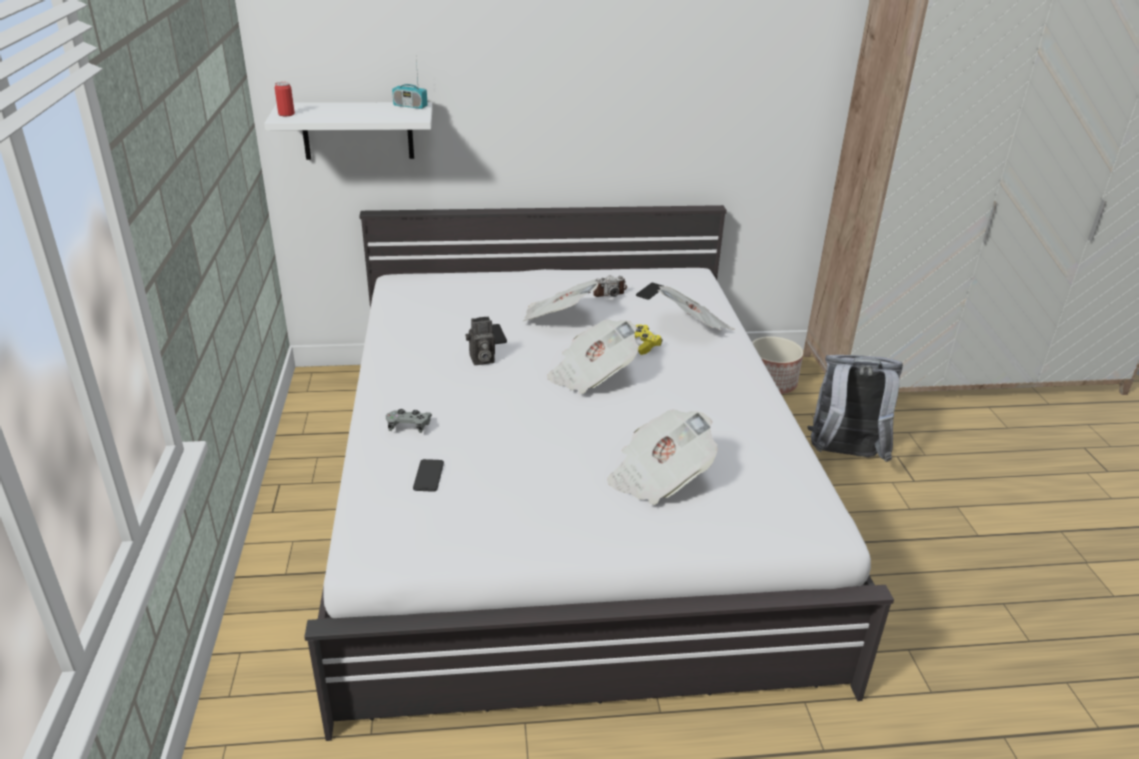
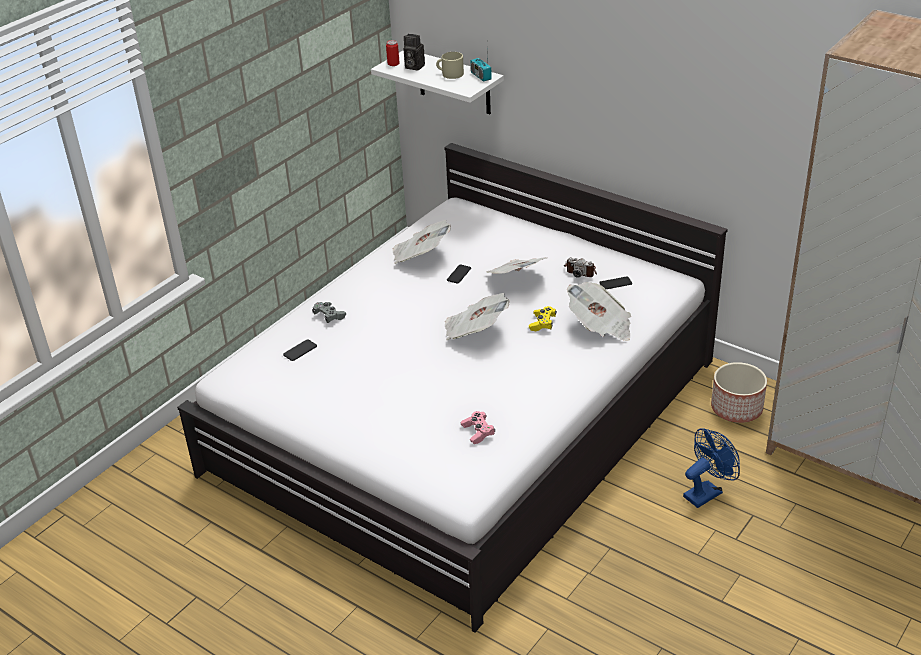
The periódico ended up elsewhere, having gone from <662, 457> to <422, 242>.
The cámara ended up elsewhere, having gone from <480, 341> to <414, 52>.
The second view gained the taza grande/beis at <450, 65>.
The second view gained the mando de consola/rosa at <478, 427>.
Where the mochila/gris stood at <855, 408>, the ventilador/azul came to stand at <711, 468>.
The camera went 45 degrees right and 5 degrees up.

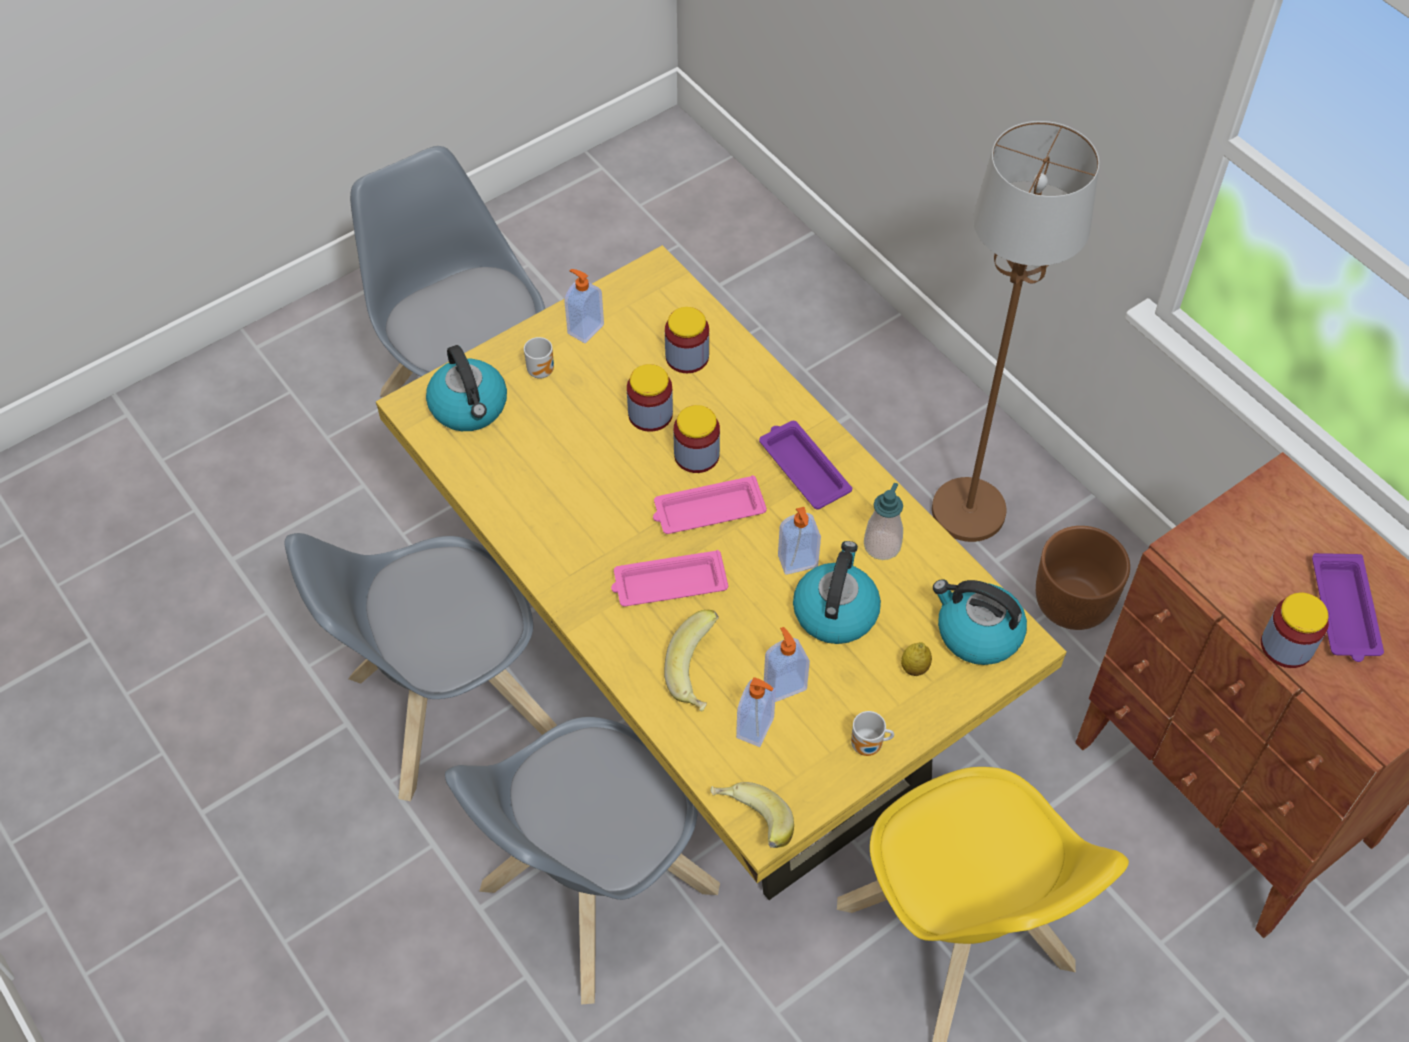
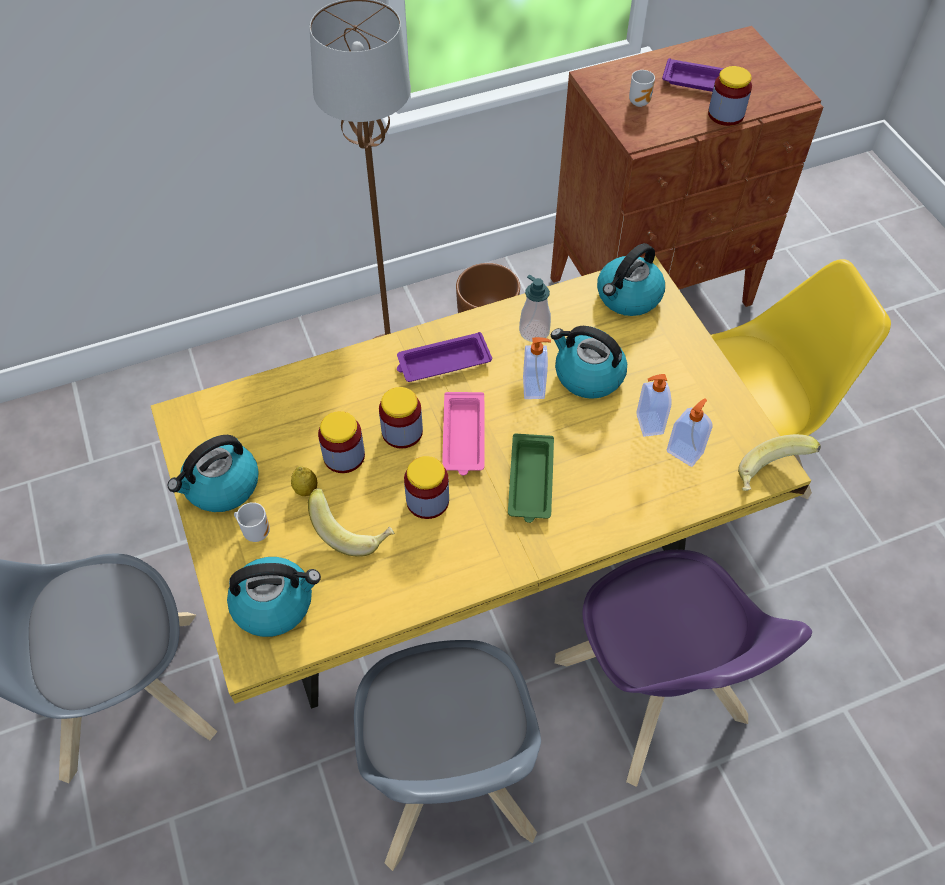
Where the dispensador de jabón stood at <584, 306>, the hervidor came to stand at <213, 473>.
The limón ended up elsewhere, having gone from <916, 659> to <304, 481>.
The plátano ended up elsewhere, having gone from <691, 660> to <351, 523>.
The tarro ended up elsewhere, having gone from <687, 340> to <426, 487>.
What was the bandeja/rosa at <669, 578> turned into the bandeja/verde at <531, 478>.
What was the silla/gris at <582, 861> turned into the silla/morado at <683, 668>.
The taza grande ended up elsewhere, having gone from <872, 733> to <642, 88>.
The camera went 75 degrees left and 0 degrees up.

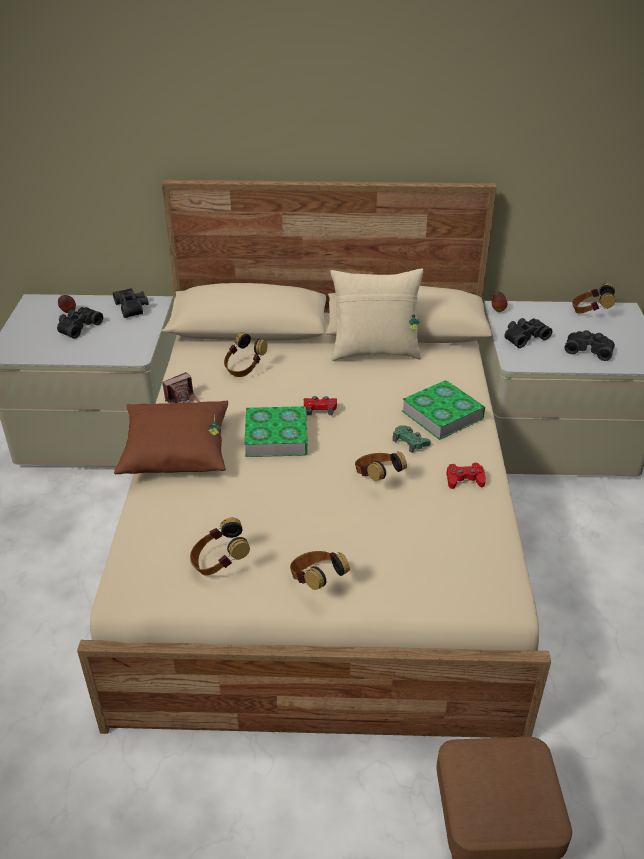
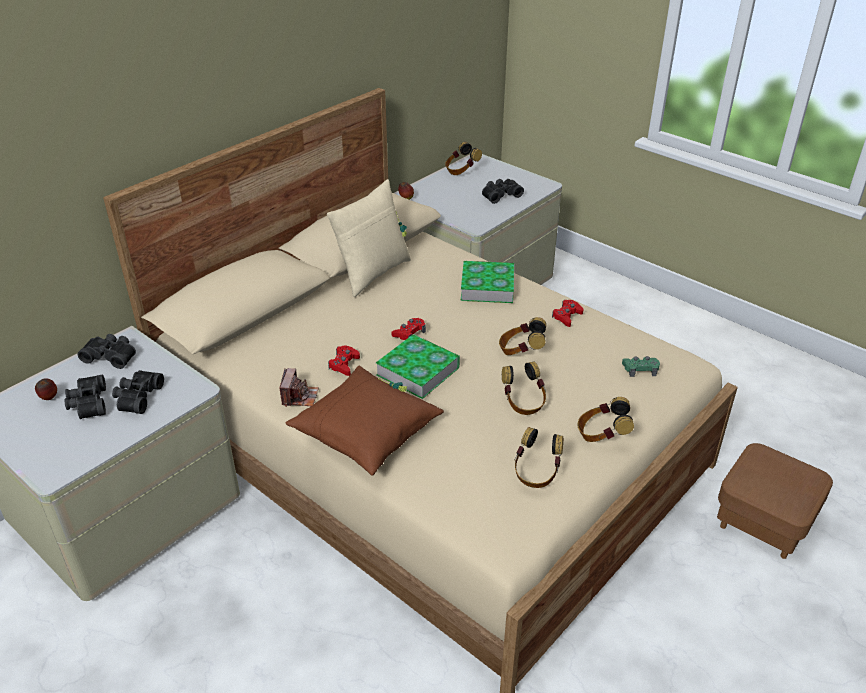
The prismáticos/negro ended up elsewhere, having gone from <528, 333> to <138, 392>.
The second view gained the mando de consola/rojo at <344, 361>.
The auriculares ended up elsewhere, having gone from <246, 354> to <524, 388>.
The mando de consola/verde ended up elsewhere, having gone from <412, 439> to <641, 366>.
The camera went 50 degrees left and 0 degrees up.

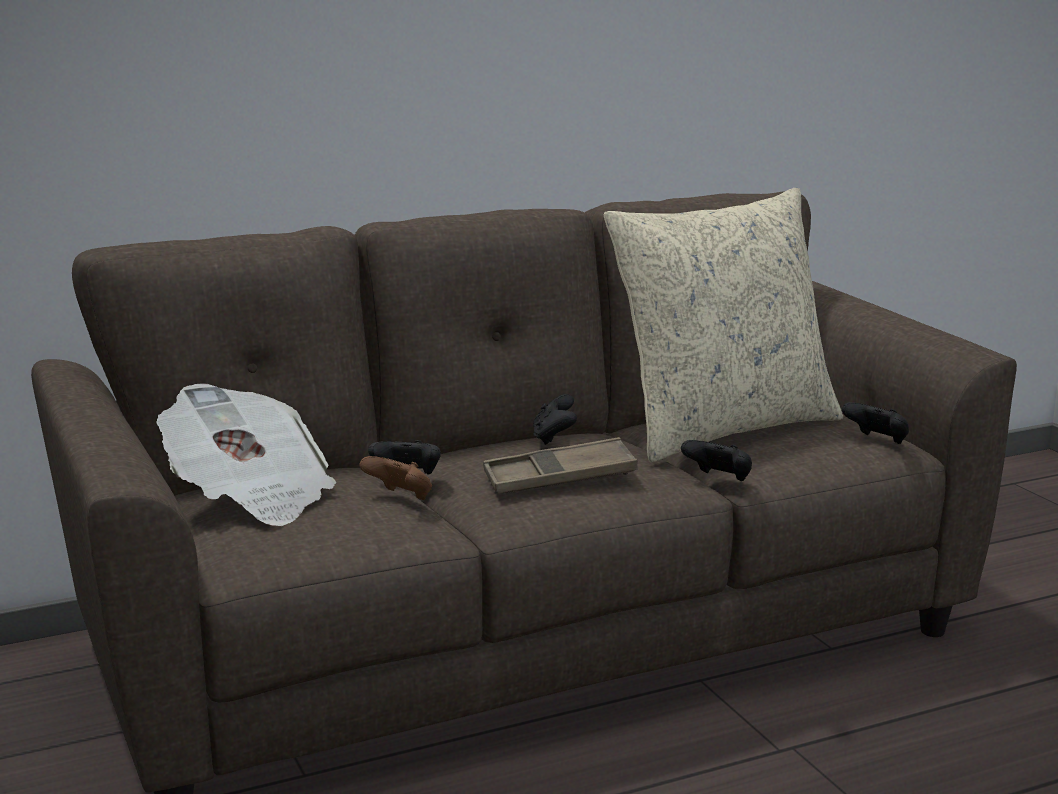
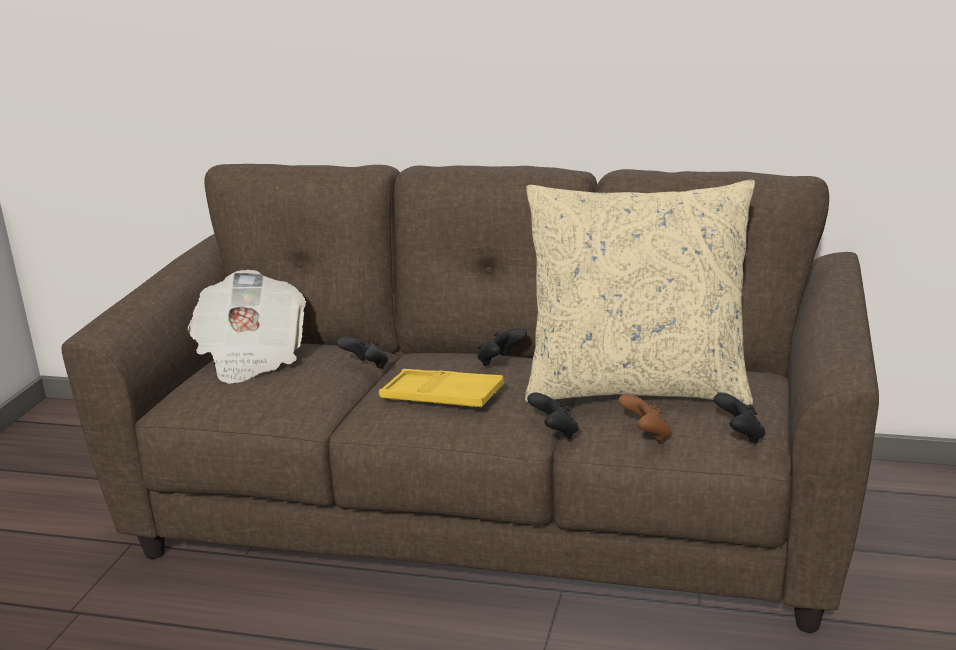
What was the bandeja/marrón at <560, 465> turned into the bandeja/amarillo at <441, 388>.
The mando de consola/marrón ended up elsewhere, having gone from <395, 478> to <644, 418>.
The camera went 40 degrees right and 5 degrees up.

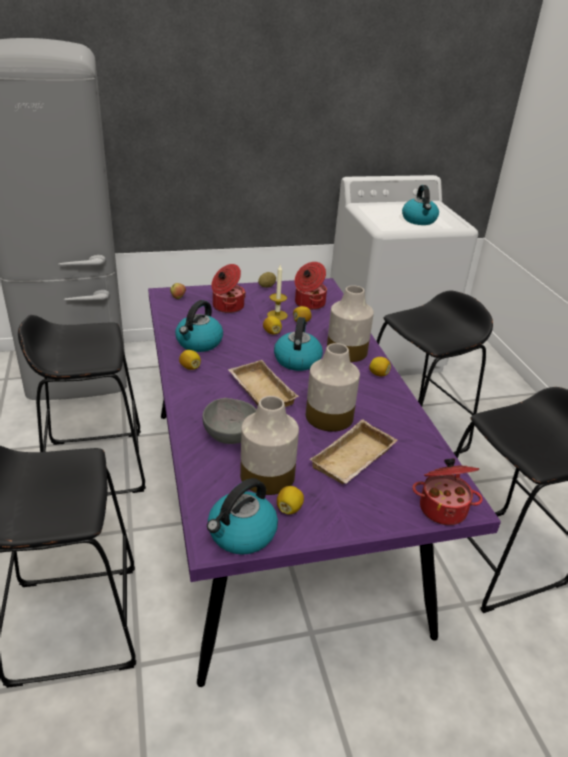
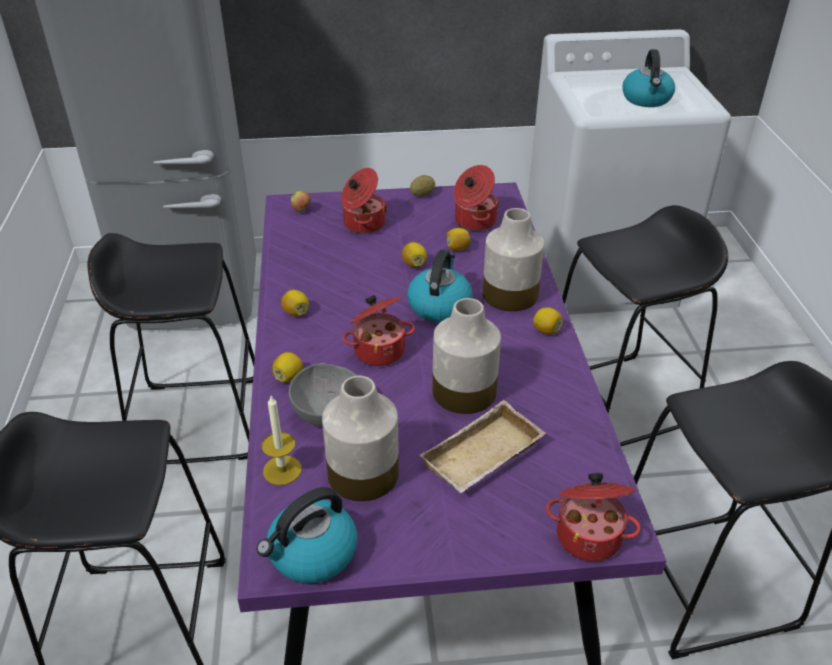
The vela ended up elsewhere, having gone from <277, 292> to <282, 440>.
The limón ended up elsewhere, having gone from <290, 500> to <287, 367>.
Where the bandeja/beis stood at <263, 383>, the olla came to stand at <378, 330>.
The second view lost the hervidor at <199, 326>.
The camera went 10 degrees right and 5 degrees up.

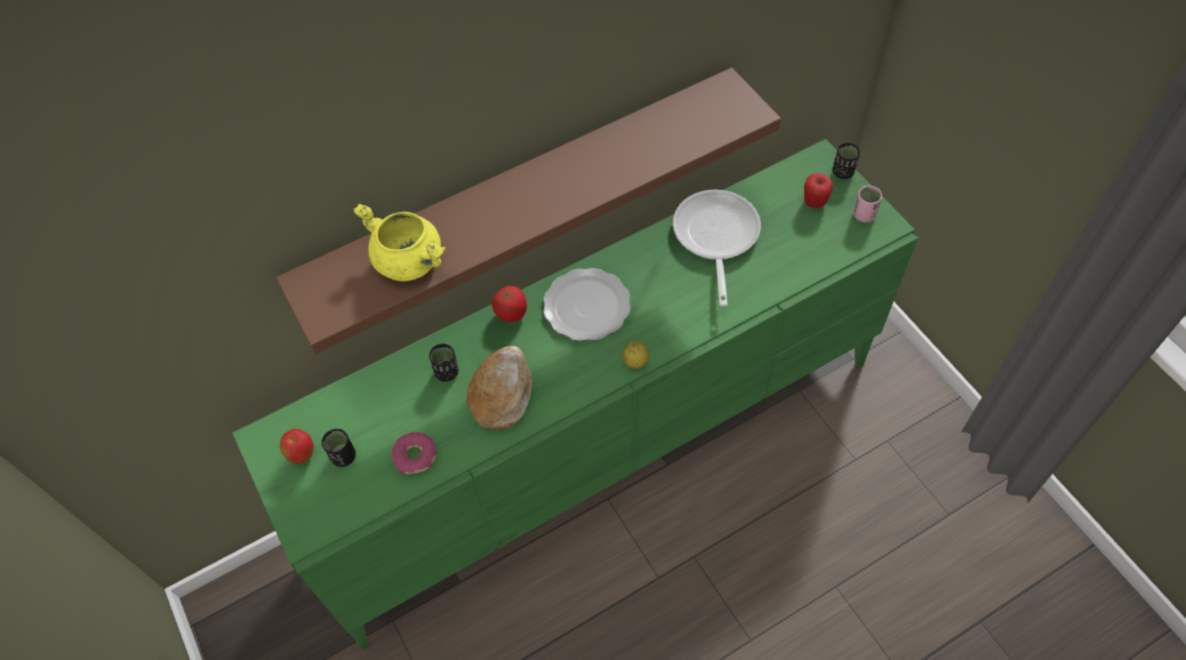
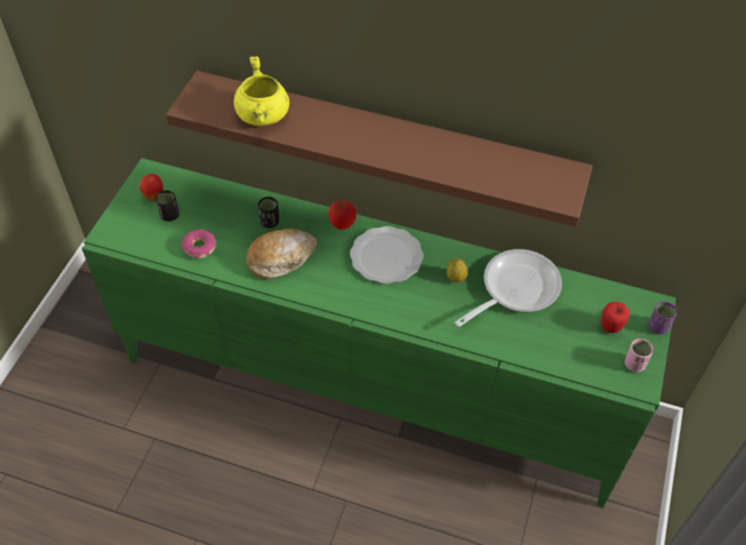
The limón ended up elsewhere, having gone from <635, 355> to <457, 270>.
What was the taza/negro at <846, 160> turned into the taza/morado at <662, 317>.
The camera went 45 degrees right and 5 degrees down.

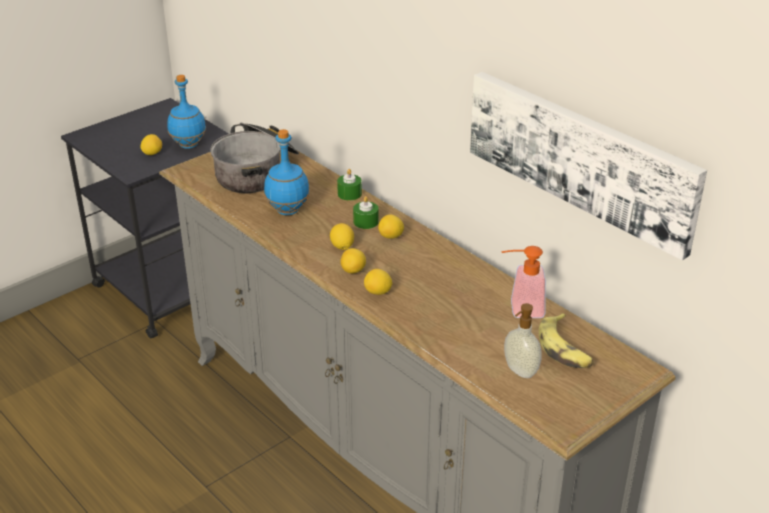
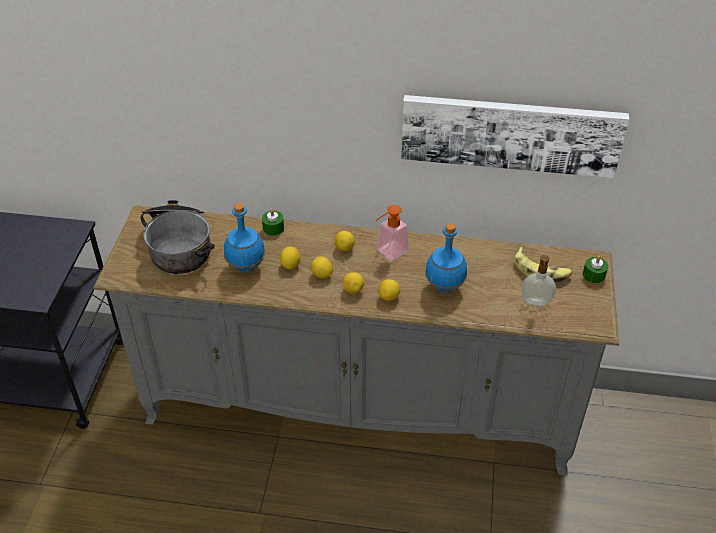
The limón ended up elsewhere, having gone from <151, 144> to <290, 258>.
The dispensador de jabón ended up elsewhere, having gone from <523, 282> to <392, 233>.
The botella/azul ended up elsewhere, having gone from <186, 112> to <446, 258>.
The vela/verde ended up elsewhere, having gone from <366, 212> to <595, 269>.
The camera went 40 degrees left and 10 degrees up.

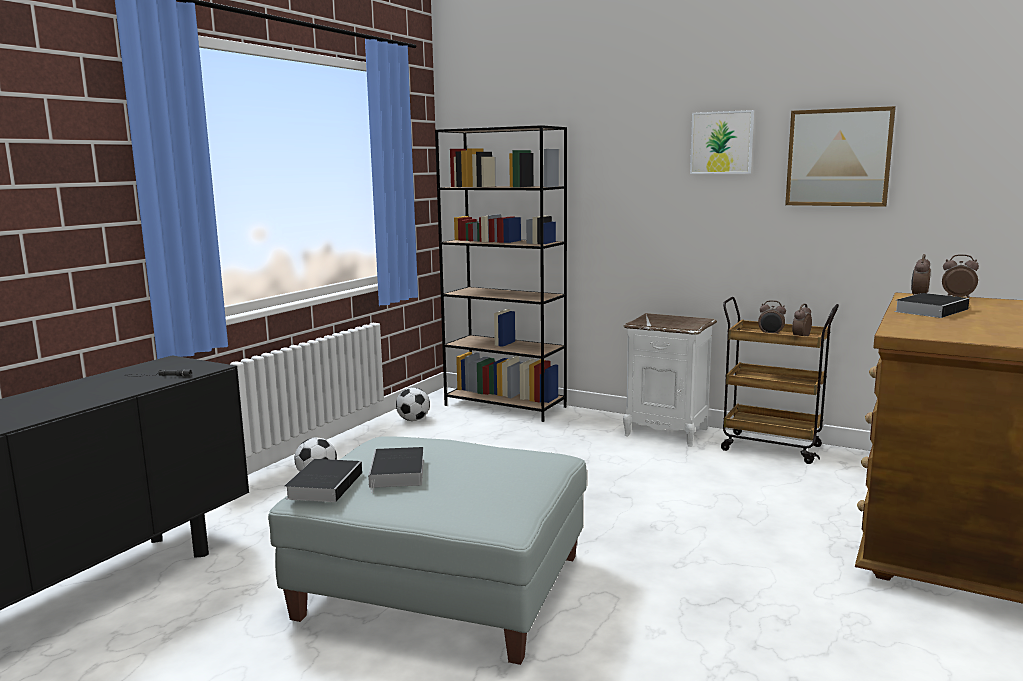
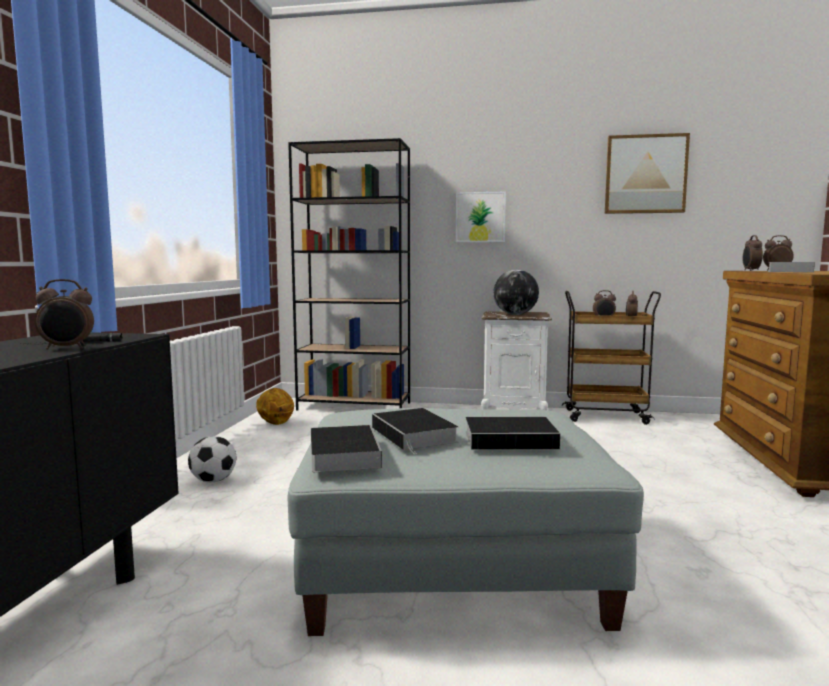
The second view gained the despertador at <64, 314>.
Where the balón de fútbol stood at <413, 404>, the balón de baloncesto came to stand at <275, 406>.
The cuadro ended up elsewhere, having gone from <722, 142> to <481, 217>.
The second view gained the libro at <521, 433>.
The second view gained the globo terráqueo at <516, 292>.
The camera went 20 degrees left and 5 degrees down.

